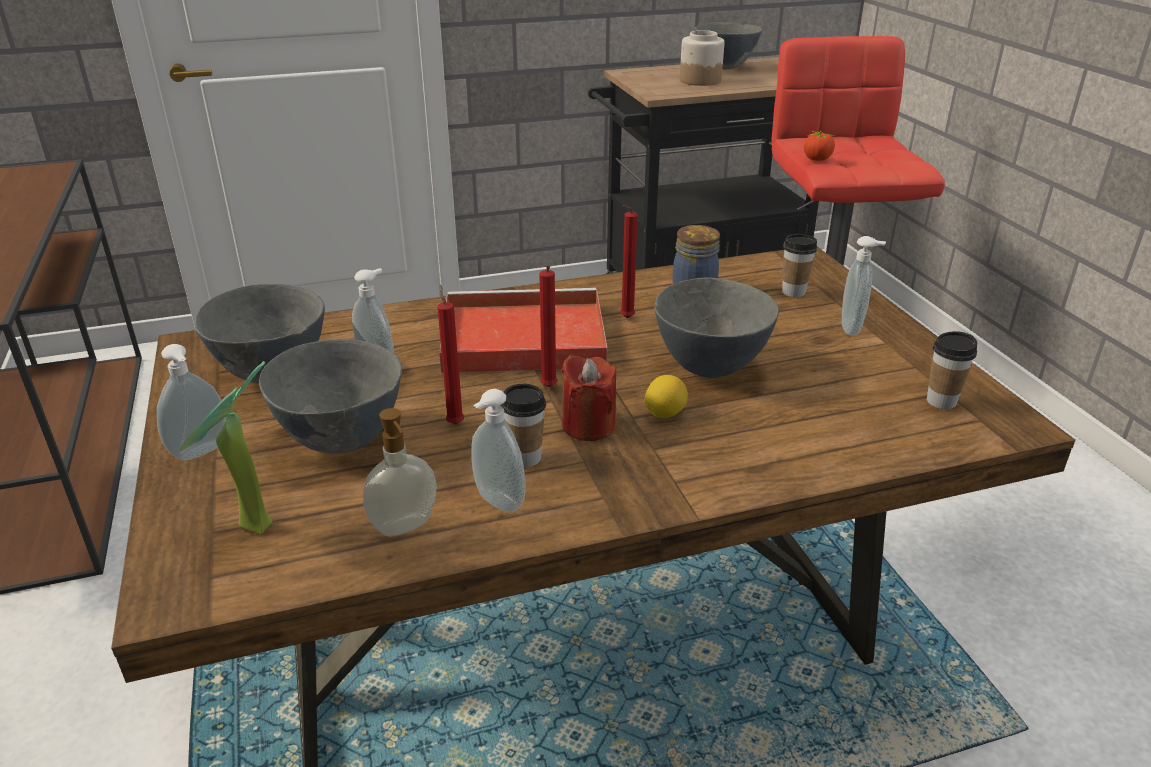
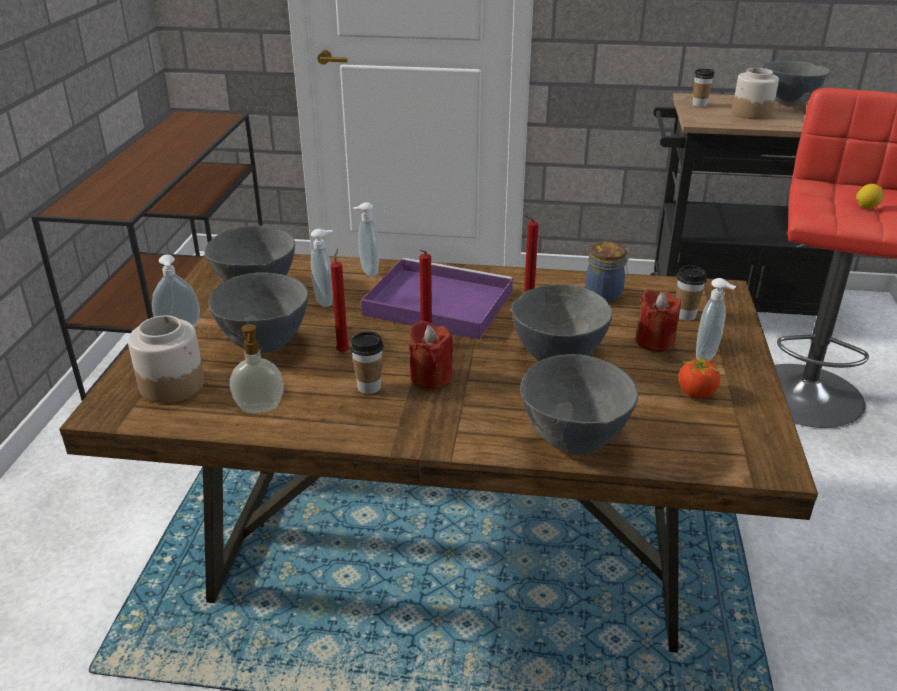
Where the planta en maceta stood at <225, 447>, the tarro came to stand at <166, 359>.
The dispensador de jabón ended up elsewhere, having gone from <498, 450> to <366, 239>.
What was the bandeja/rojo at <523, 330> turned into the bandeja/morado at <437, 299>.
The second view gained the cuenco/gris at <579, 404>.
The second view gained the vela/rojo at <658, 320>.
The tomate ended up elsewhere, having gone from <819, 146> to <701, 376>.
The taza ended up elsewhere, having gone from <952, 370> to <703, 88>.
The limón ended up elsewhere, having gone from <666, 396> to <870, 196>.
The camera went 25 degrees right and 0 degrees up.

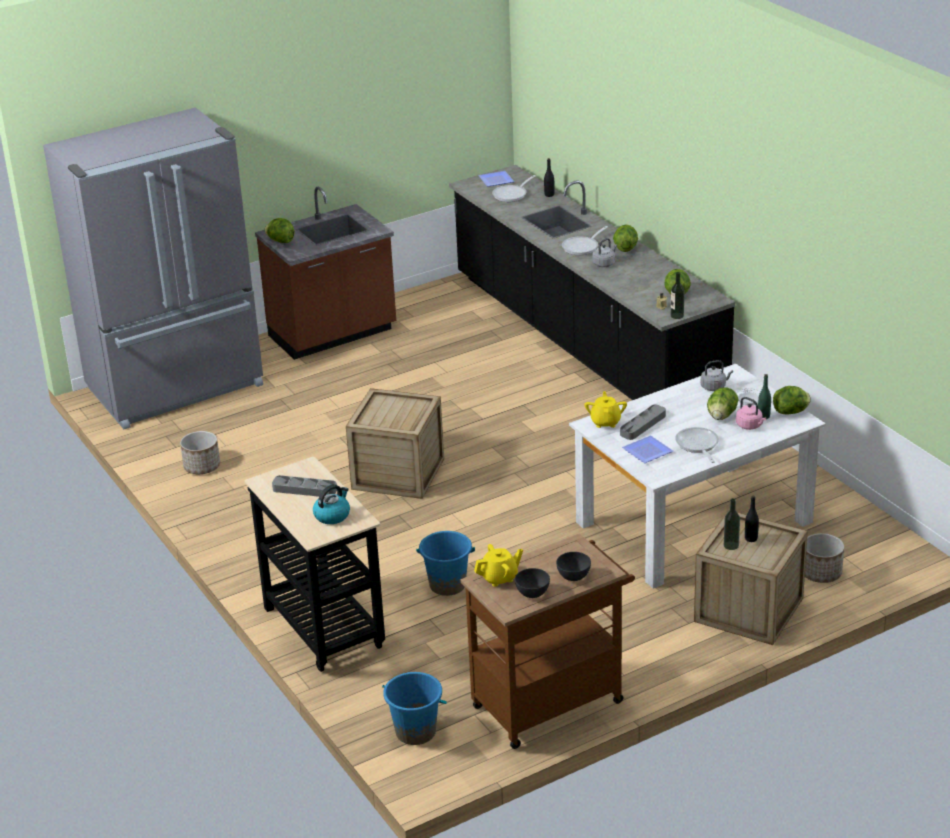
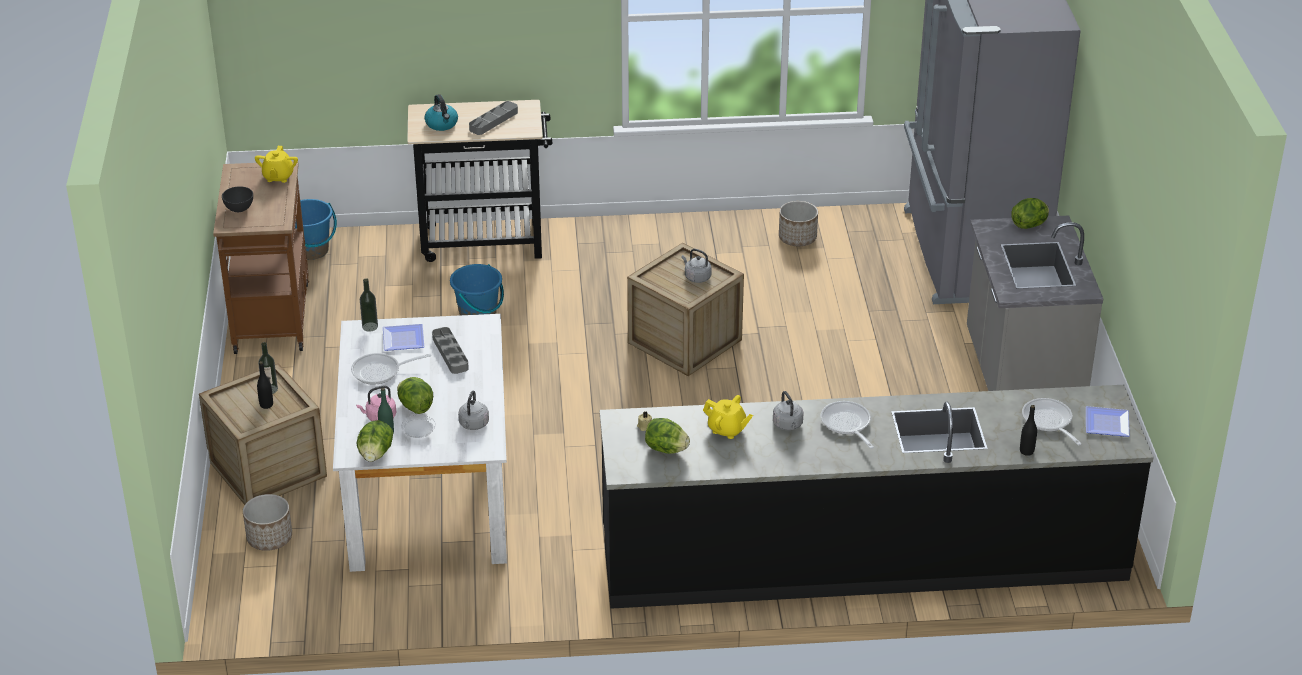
The sartén at <697, 445> ended up facing another way, 150 degrees clockwise from before.
The botella ended up elsewhere, having gone from <677, 295> to <369, 305>.
The second view gained the hervidor/gris at <696, 266>.
The tetera/amarillo ended up elsewhere, having gone from <605, 409> to <728, 417>.
What was the mueble bajo de cocina/marrón at <325, 273> turned into the mueble bajo de cocina/gris at <1035, 303>.
The second view lost the cuenco/gris at <532, 583>.
The second view lost the lechuga at <625, 238>.
The camera went 115 degrees right and 5 degrees up.

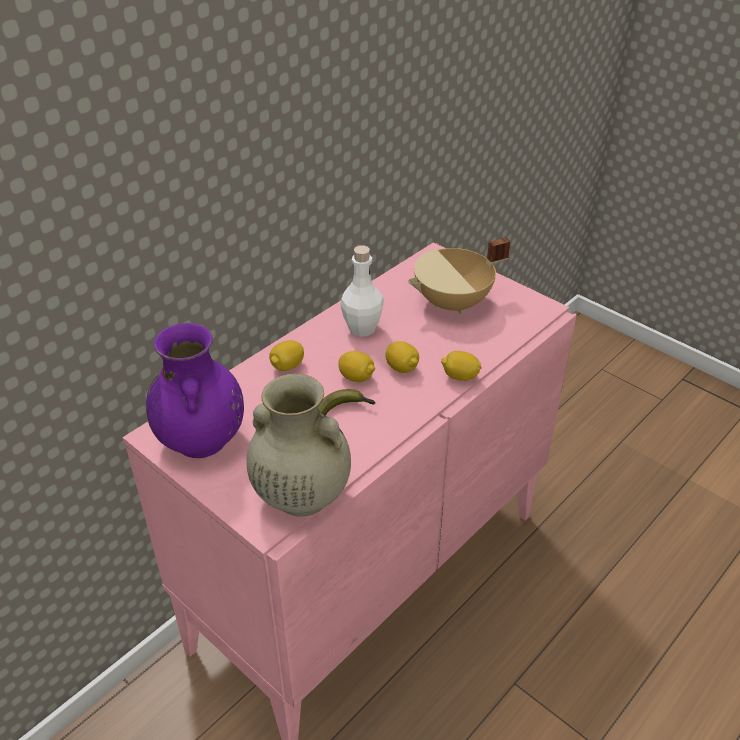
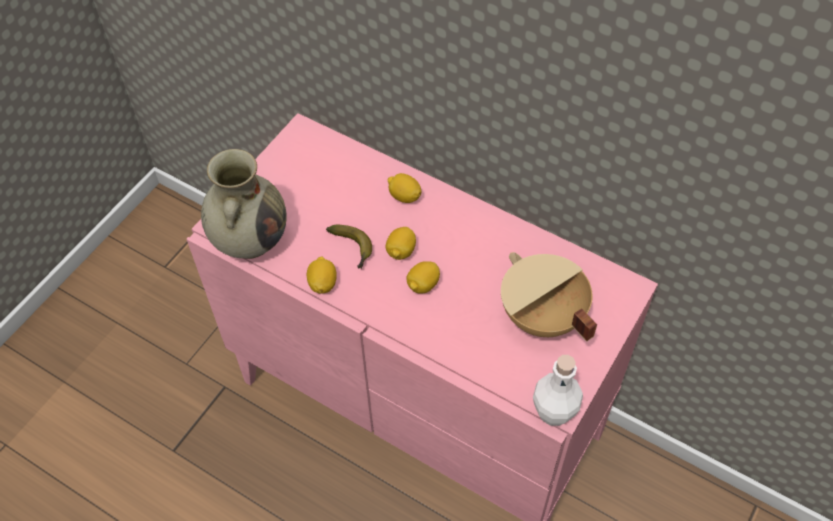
The limón ended up elsewhere, having gone from <461, 366> to <322, 275>.
The botella/blanco ended up elsewhere, having gone from <362, 291> to <558, 390>.
The second view lost the florero/morado at <195, 390>.
The camera went 80 degrees right and 15 degrees up.

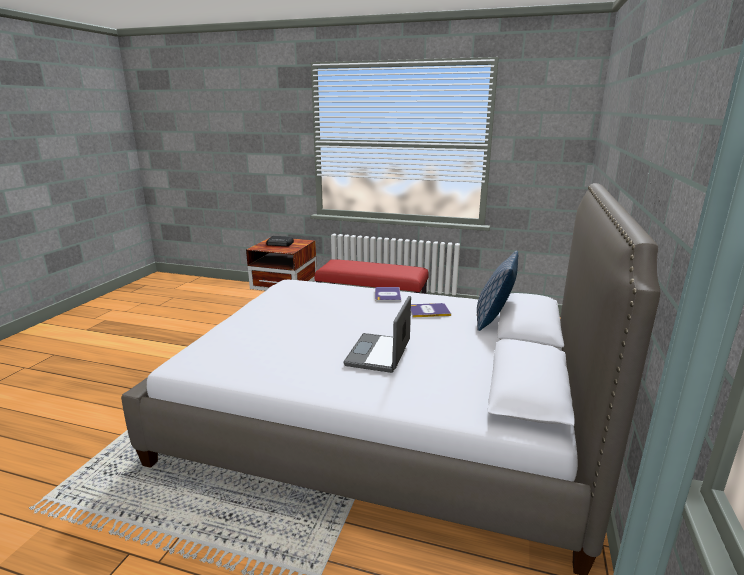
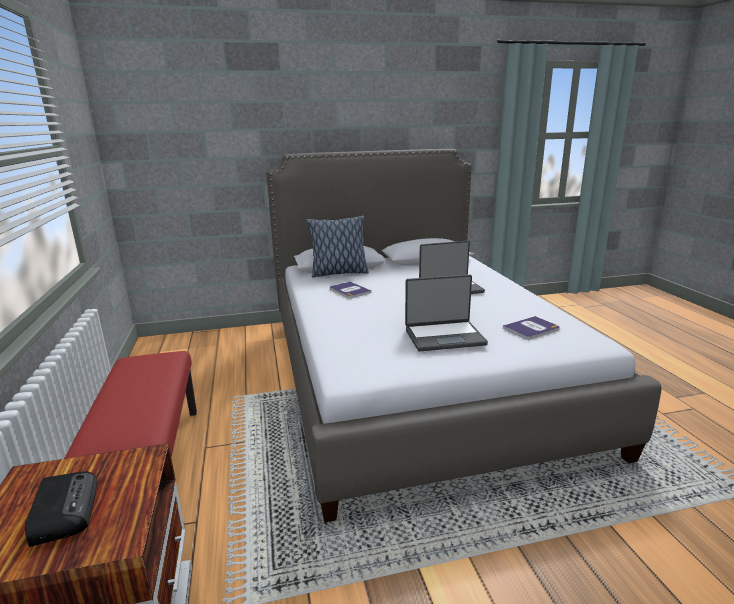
The second view gained the portátil at <446, 313>.
The libro ended up elsewhere, having gone from <388, 294> to <531, 327>.
The camera went 120 degrees left and 0 degrees up.

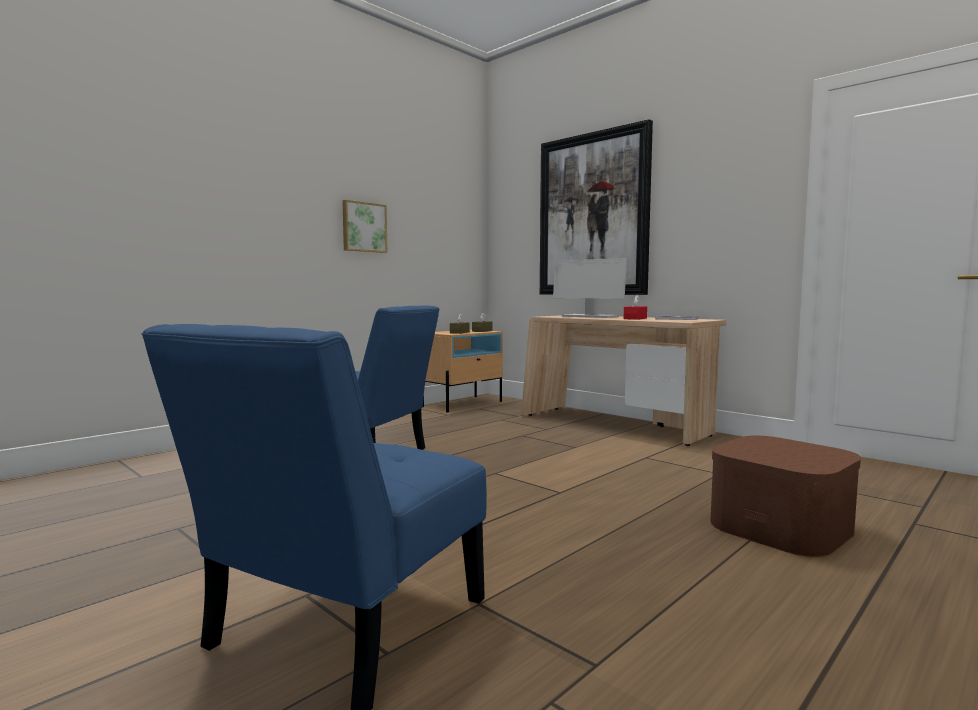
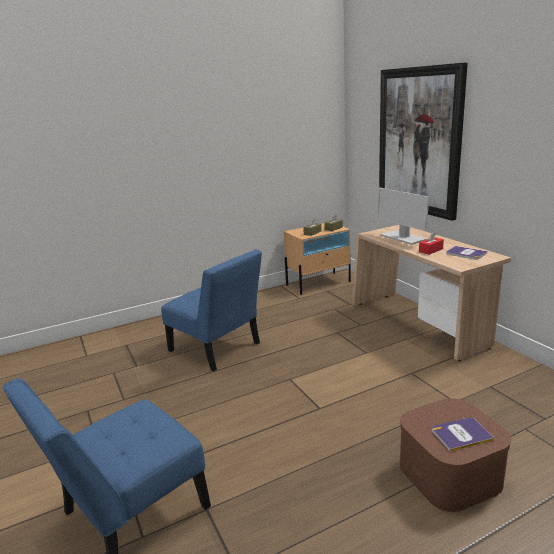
The second view gained the libro at <463, 434>.
The second view lost the cuadro at <364, 226>.
The camera went 20 degrees right and 15 degrees up.

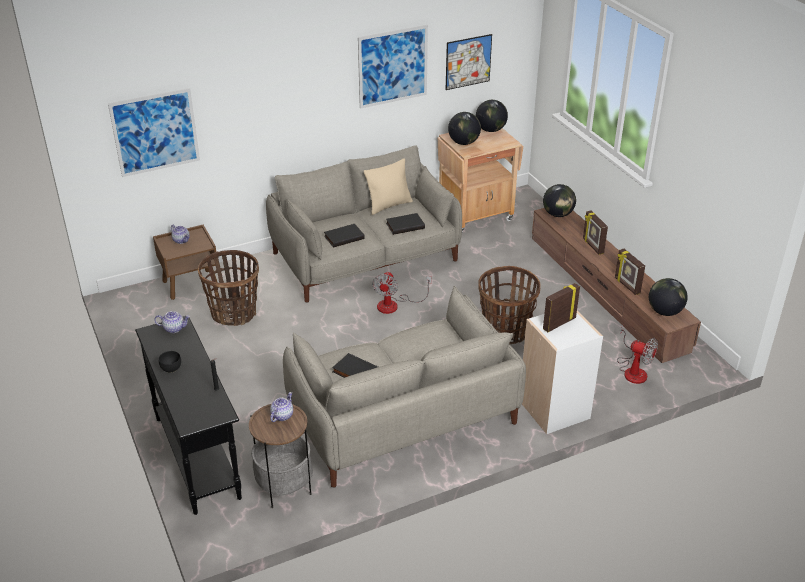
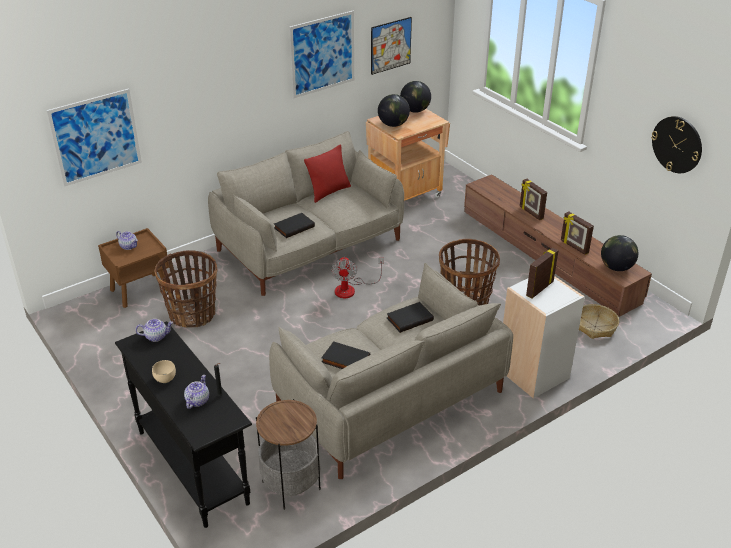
What was the cuenco/negro at <170, 362> turned into the cuenco/beis at <164, 371>.
The tetera ended up elsewhere, having gone from <281, 407> to <196, 392>.
What was the cojín/beis at <388, 186> turned into the cojín/rojo at <327, 173>.
The libro/negro ended up elsewhere, having gone from <405, 224> to <410, 317>.
Where the ventilador stood at <637, 354>, the cesta came to stand at <599, 321>.
The second view gained the reloj de pared at <676, 144>.
The second view lost the globo terráqueo at <559, 200>.
The camera went 10 degrees left and 0 degrees up.

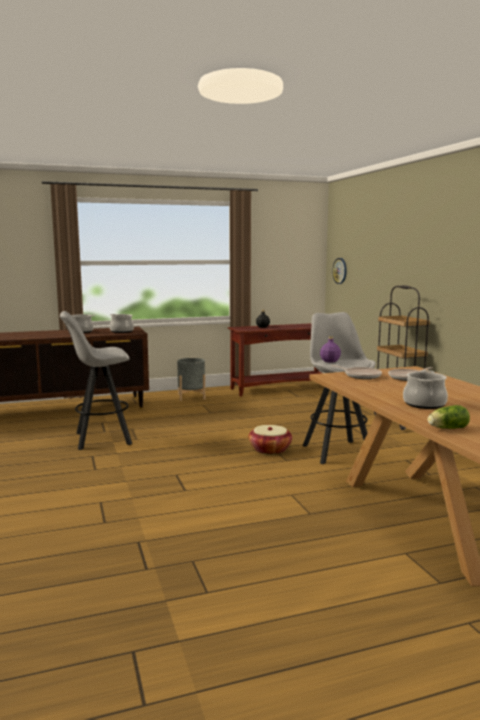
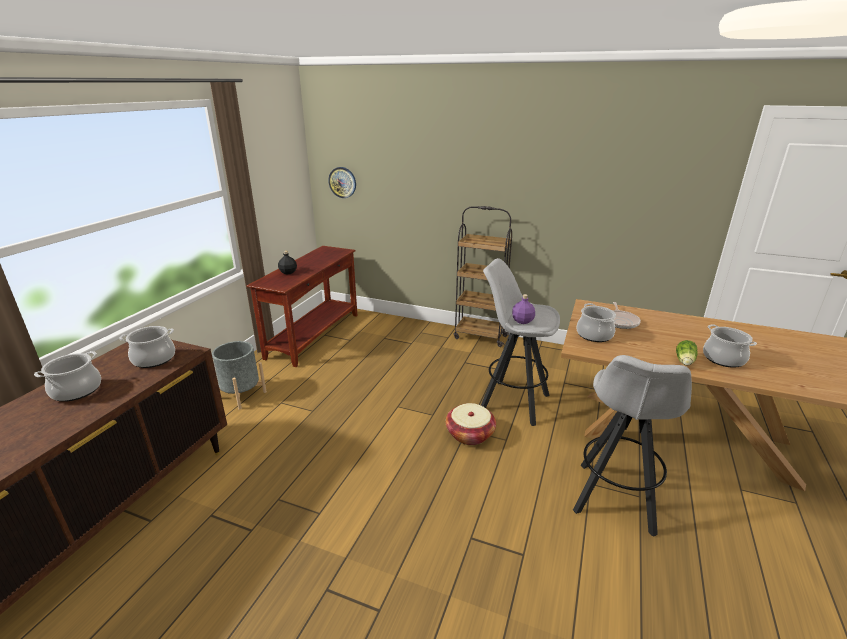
The taburete/gris ended up elsewhere, having gone from <96, 380> to <632, 446>.
Where the sartén stood at <356, 372>, the olla came to stand at <596, 322>.
The lechuga ended up elsewhere, having gone from <449, 417> to <687, 353>.
The camera went 50 degrees left and 15 degrees up.

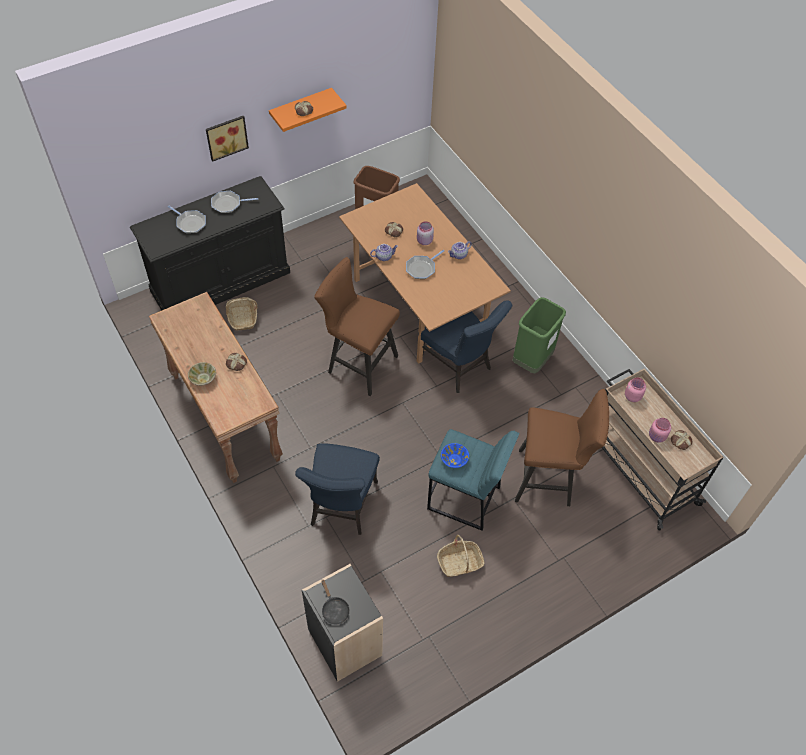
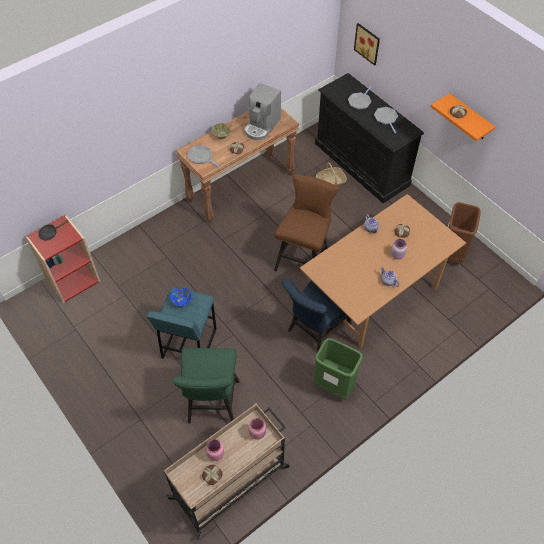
What was the estantería/negro at <342, 623> turned into the estantería/rojo at <62, 259>.
What was the taburete/marrón at <562, 447> turned into the taburete/verde at <205, 385>.
The sartén ended up elsewhere, having gone from <425, 264> to <204, 156>.
The second view gained the cafetera at <262, 111>.
The cuadro ended up elsewhere, having gone from <227, 139> to <367, 44>.
The second view lost the silla/azul at <337, 489>.
The second view lost the cesta at <461, 556>.
The camera went 85 degrees right and 0 degrees up.

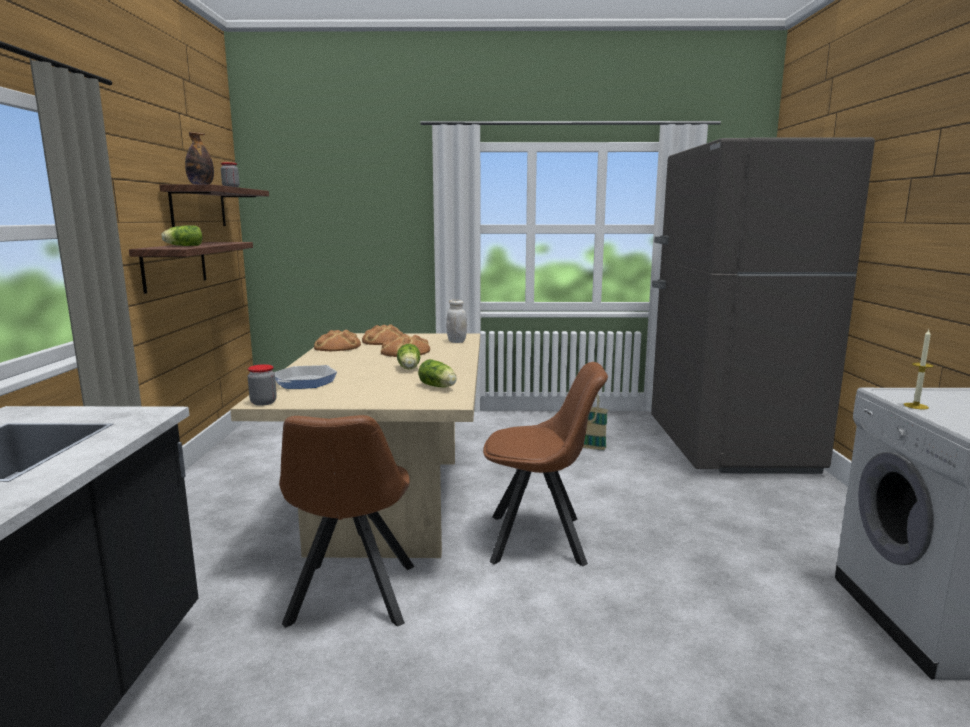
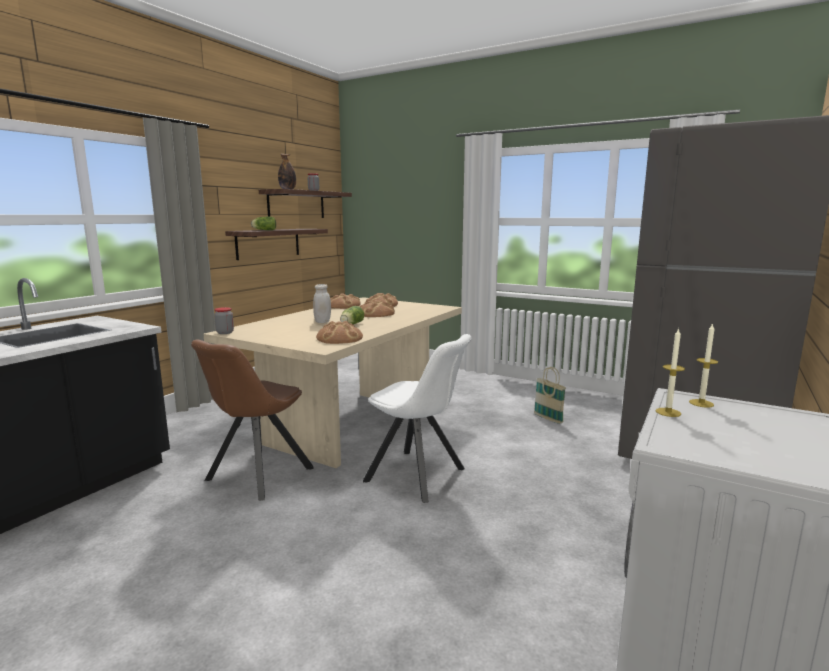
The tarro/blanco ended up elsewhere, having gone from <457, 321> to <322, 303>.
Where the lechuga stood at <437, 373>, the pan came to stand at <339, 332>.
What was the silla/marrón at <545, 464> turned into the silla/blanco at <417, 418>.
The second view gained the vela at <703, 365>.
The second view lost the sartén at <305, 377>.
The camera went 30 degrees right and 0 degrees up.

